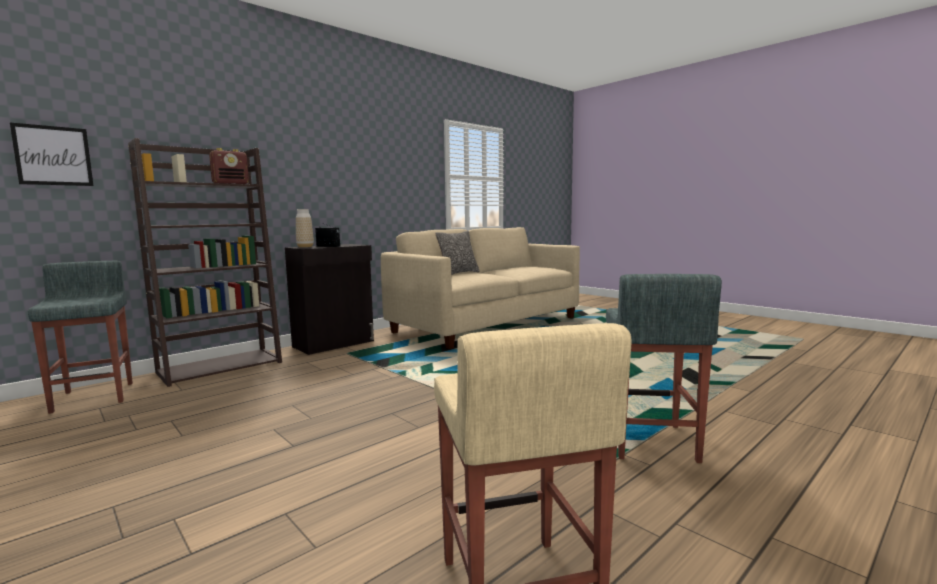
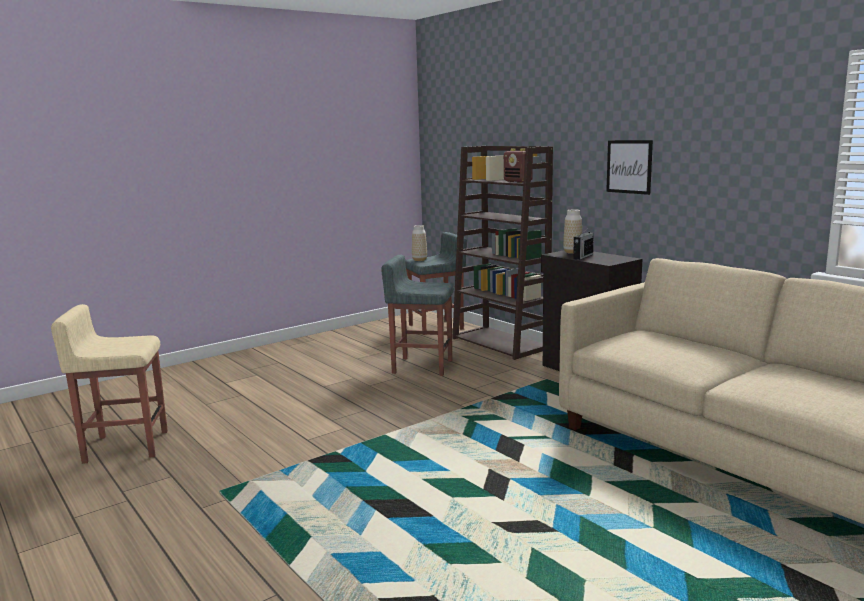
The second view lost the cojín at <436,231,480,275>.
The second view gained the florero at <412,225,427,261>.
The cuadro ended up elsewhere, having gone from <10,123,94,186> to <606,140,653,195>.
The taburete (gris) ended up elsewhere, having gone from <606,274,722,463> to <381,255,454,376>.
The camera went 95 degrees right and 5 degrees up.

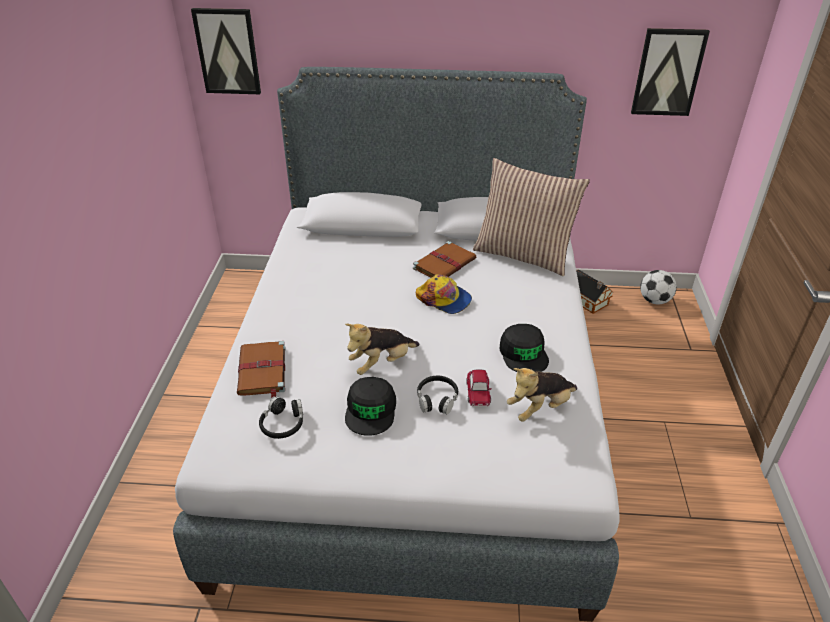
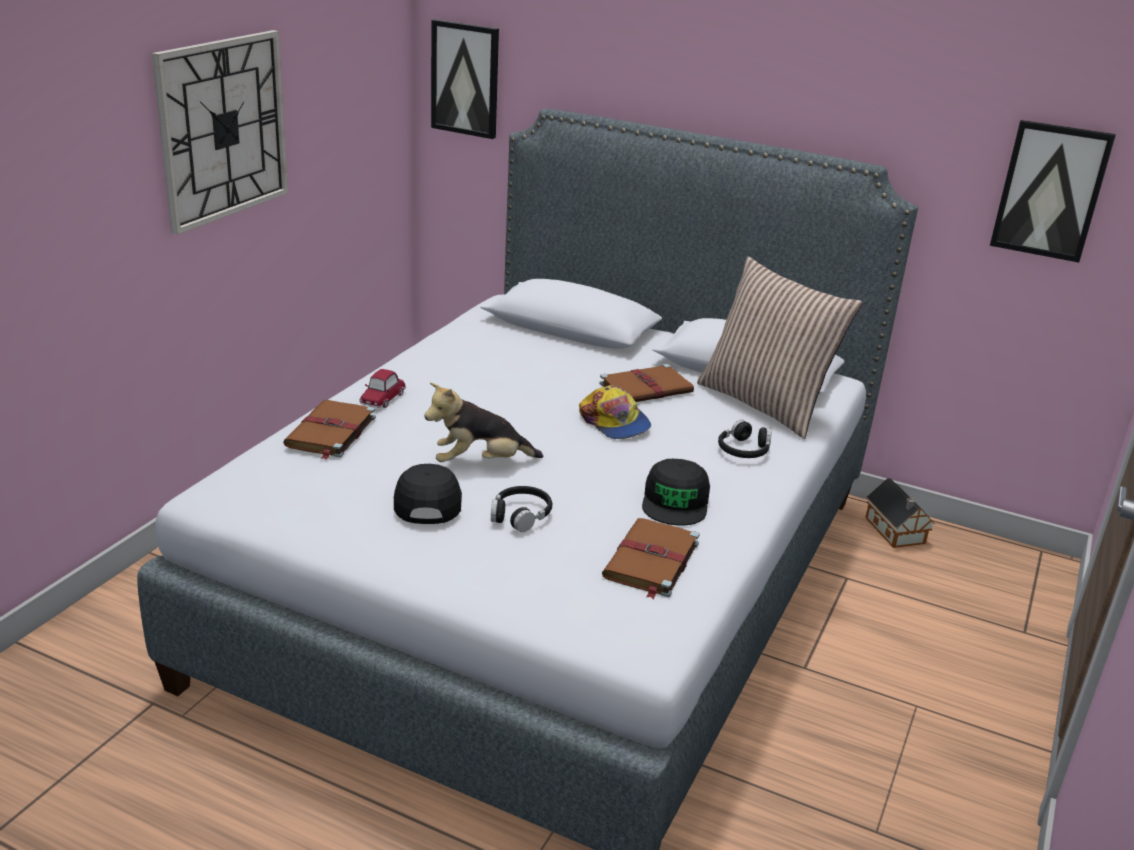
The second view lost the balón de fútbol at <640,270,677,304>.
The second view gained the reloj de pared at <152,30,288,235>.
The auriculares (negro) ended up elsewhere, having gone from <259,396,303,439> to <718,420,771,458>.
The coche de juguete ended up elsewhere, having gone from <466,369,492,407> to <360,369,406,408>.
Where the peluche stood at <507,368,577,422>, the libro (marrón) came to stand at <602,518,700,599>.
The gorra (negro) at <345,377,396,436> ended up facing another way, 150 degrees clockwise from before.
The camera went 20 degrees right and 10 degrees down.

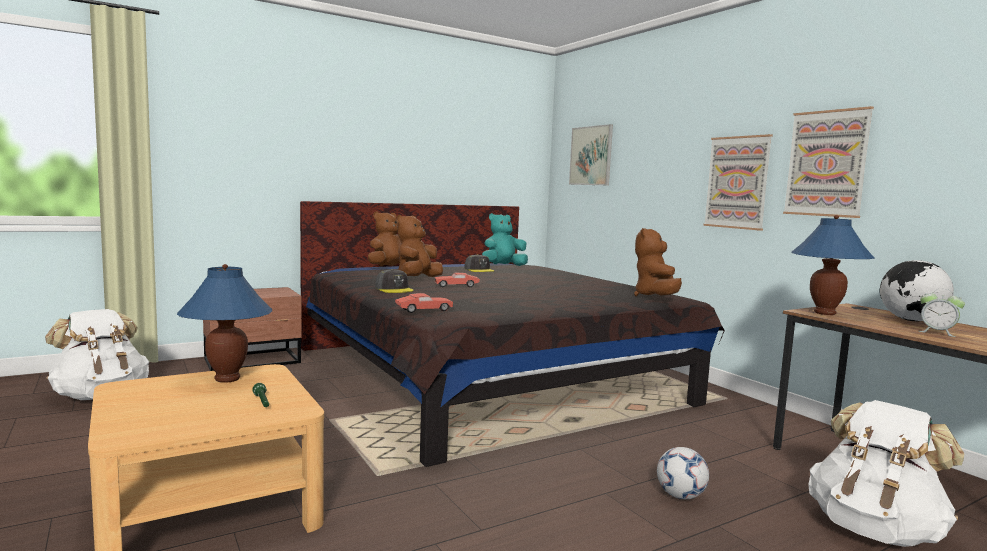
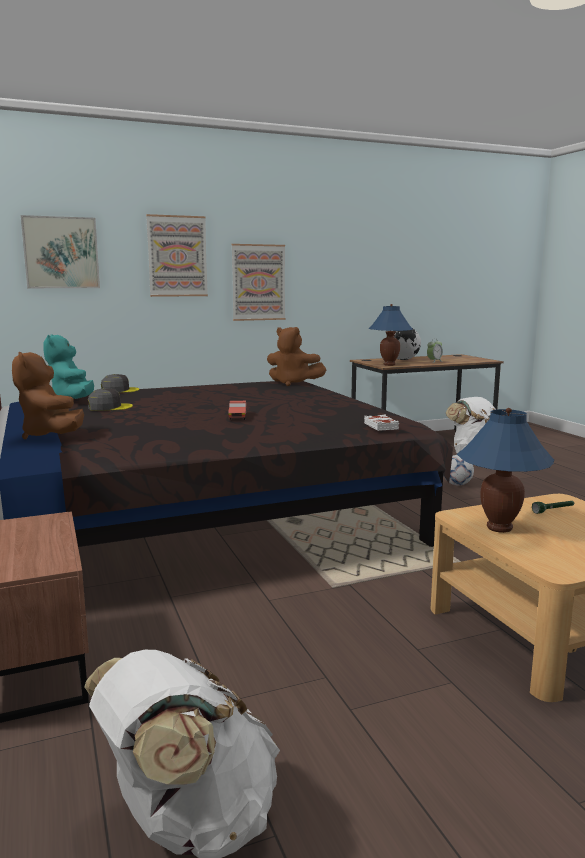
The second view lost the peluche (marrón) at <397,214,443,277>.
The gorra (gris) ended up elsewhere, having gone from <375,269,414,293> to <101,374,139,393>.
The cuadro ended up elsewhere, having gone from <783,106,874,218> to <146,214,208,297>.
Where the coche de juguete (rojo) stood at <395,293,453,313>, the libro (blanco) came to stand at <364,415,399,431>.
The camera went 80 degrees left and 5 degrees up.

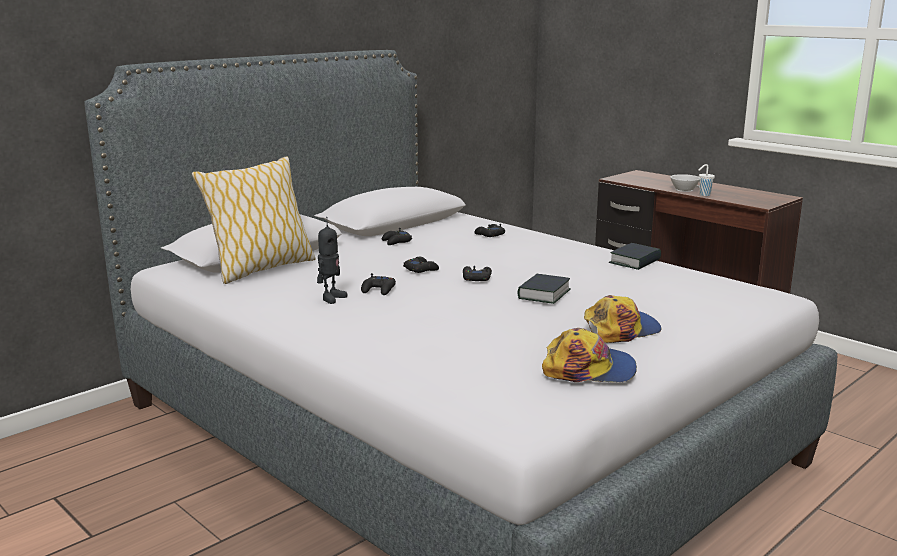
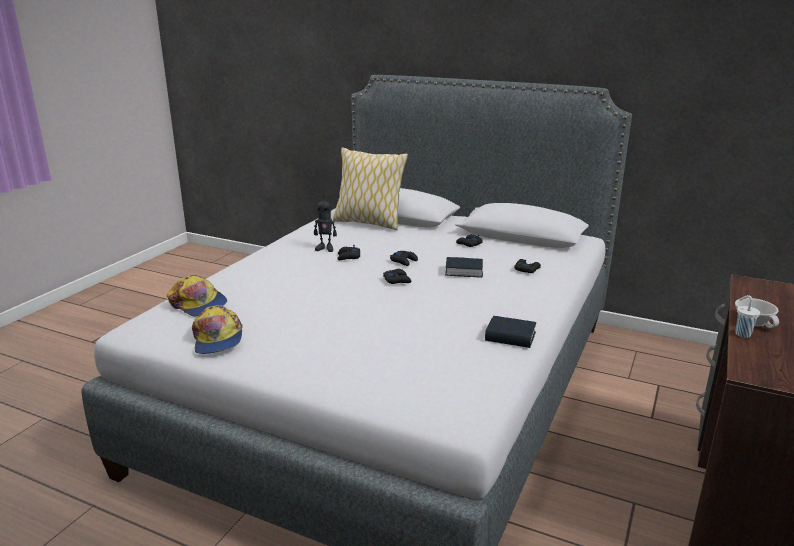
The libro ended up elsewhere, having gone from <518,274,571,304> to <445,257,483,278>.
The gorra ended up elsewhere, having gone from <584,295,662,343> to <167,275,227,317>.
The camera went 70 degrees right and 5 degrees up.

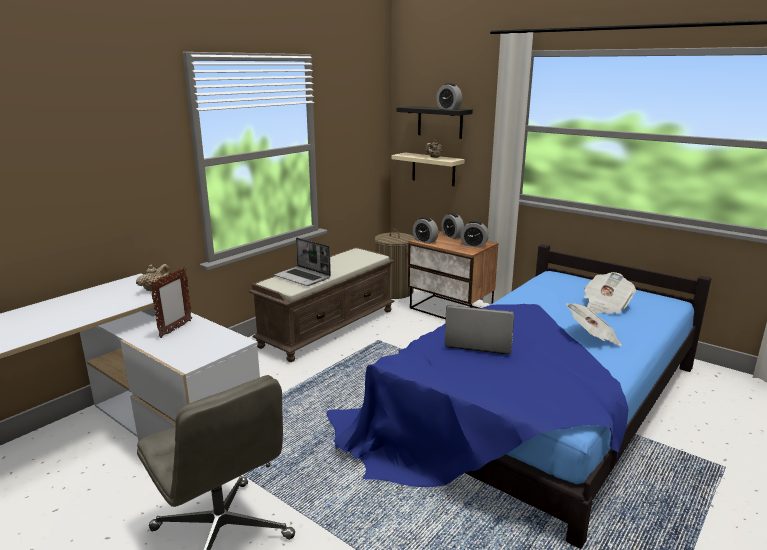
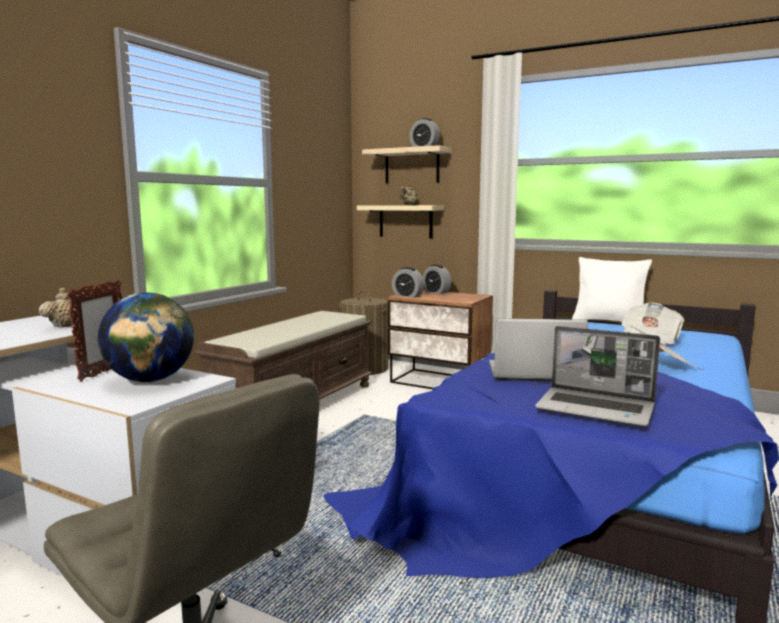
The second view lost the despertador at <460,221,489,248>.
The second view gained the globo terráqueo at <98,292,194,383>.
The second view gained the cojín (blanco) at <572,257,652,321>.
The portátil ended up elsewhere, having gone from <274,237,331,286> to <535,326,660,426>.
What was the estante (negro) at <397,106,473,139> turned into the estante (beis) at <362,145,451,184>.
The camera went 10 degrees left and 10 degrees down.

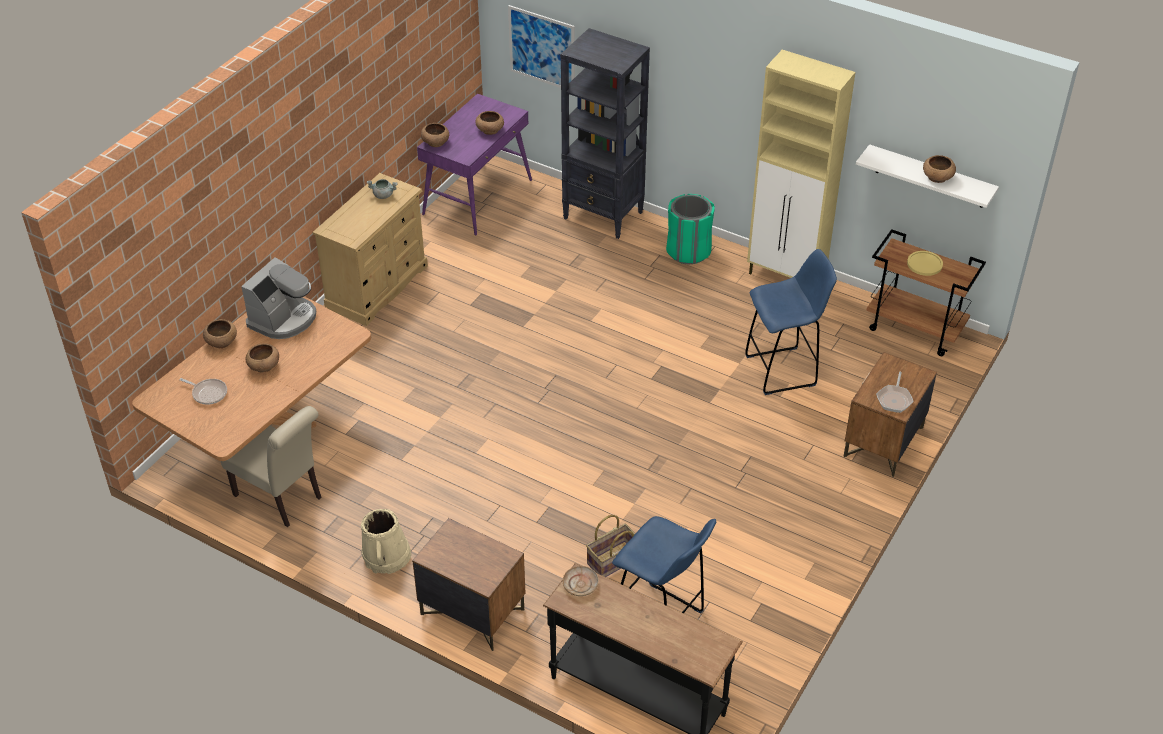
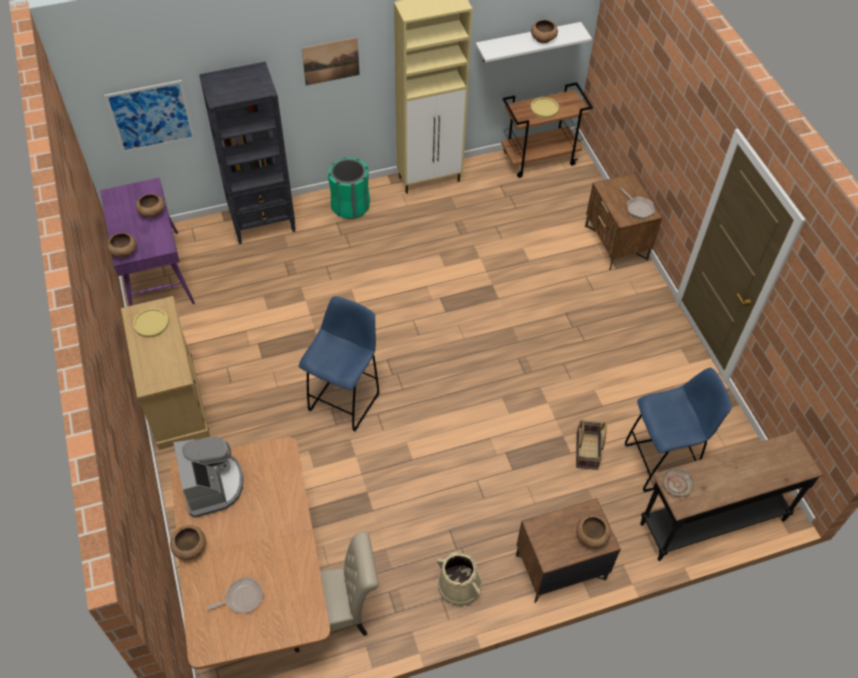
The second view gained the cuadro at <302,37,360,86>.
The cuenco (marrón) ended up elsewhere, having gone from <246,343,279,372> to <576,515,611,548>.
The taburete (azul) ended up elsewhere, having gone from <745,249,837,395> to <299,296,379,432>.
Where the olla (gris) stood at <367,179,398,199>, the plato (amarillo) came to stand at <133,308,169,337>.
The camera went 50 degrees left and 10 degrees up.

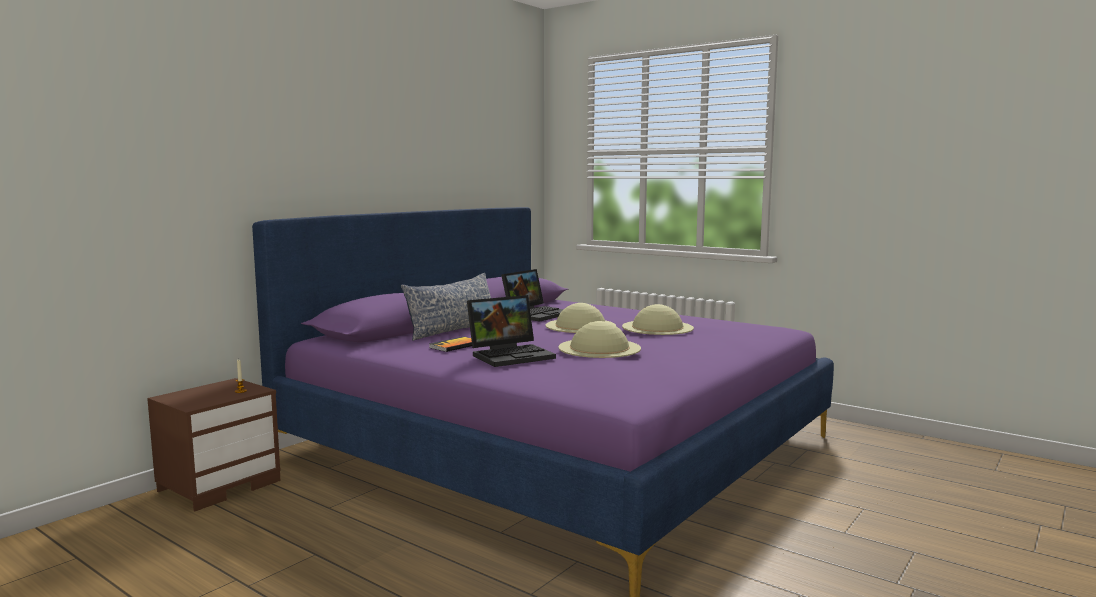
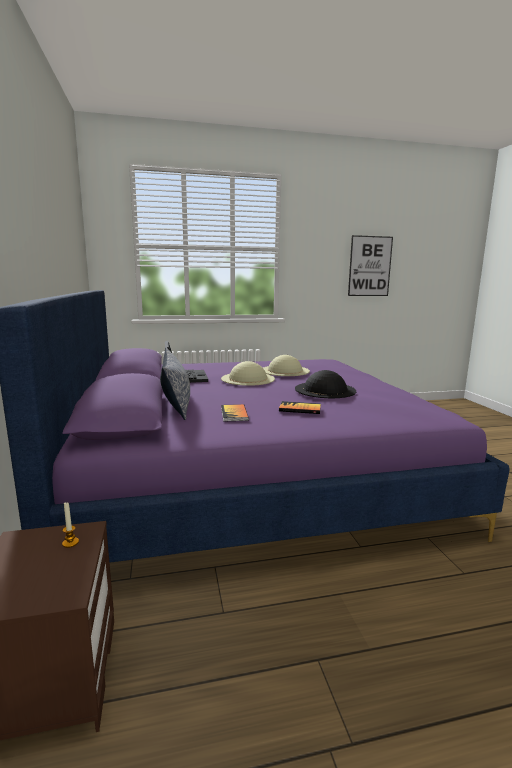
The second view gained the cuadro at <348,235,393,296>.
Where the portátil stood at <467,295,556,367>, the libro came to stand at <279,401,321,414>.
What was the sombrero (beis) at <558,321,641,358> turned into the sombrero (negro) at <295,370,356,398>.
The camera went 50 degrees left and 5 degrees up.

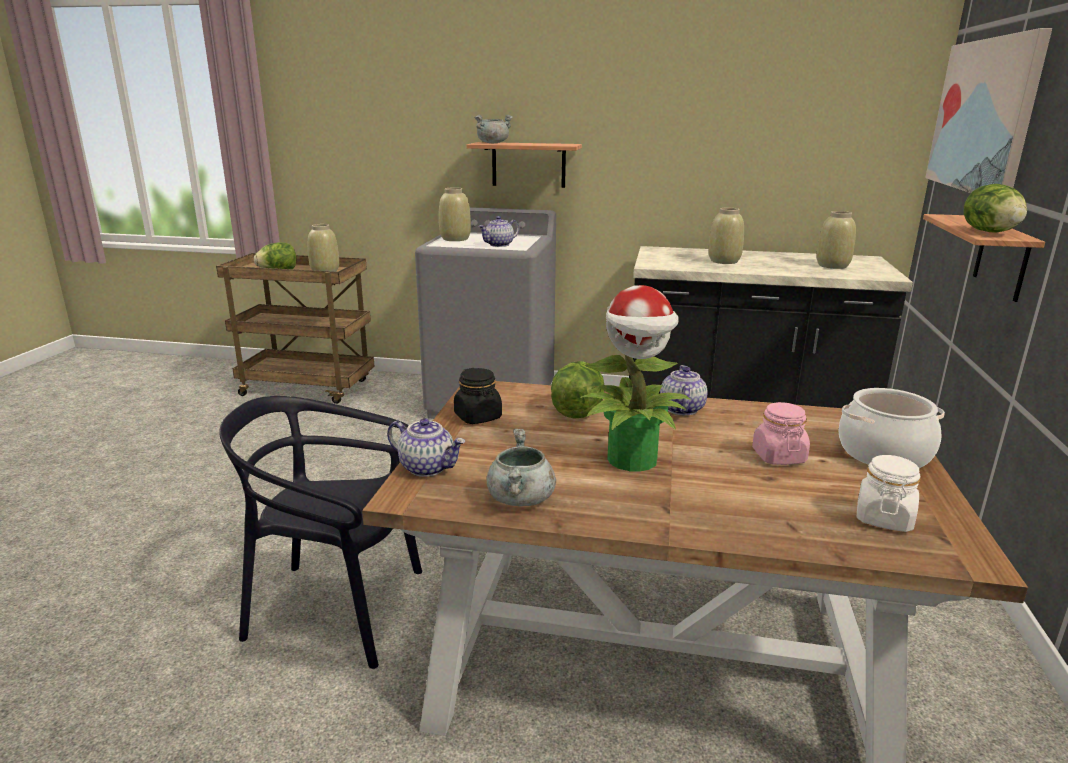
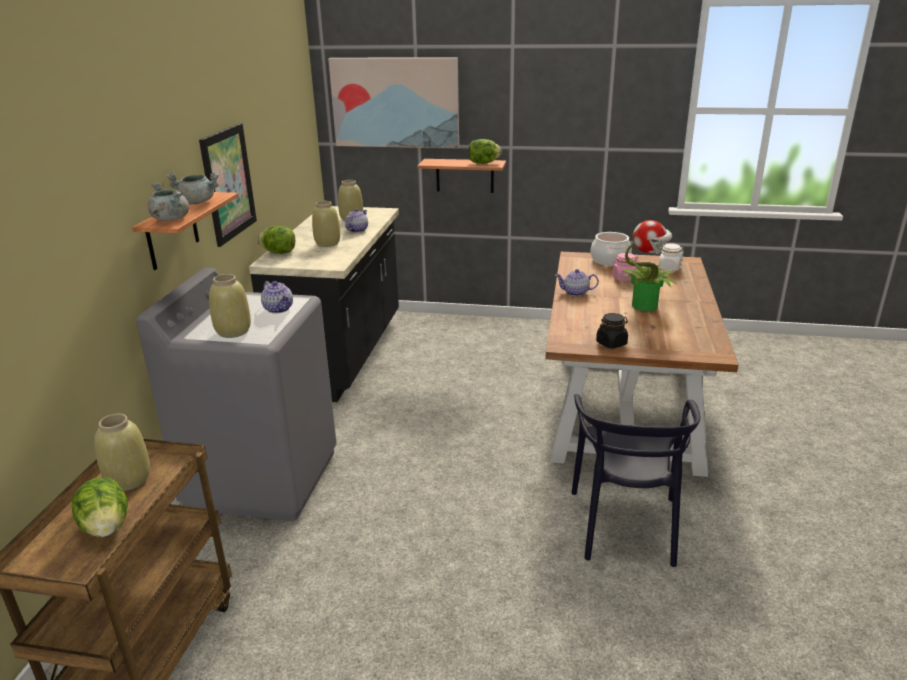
The second view gained the cuadro at <199,123,257,247>.
The tetera ended up elsewhere, having gone from <387,418,465,477> to <345,209,368,233>.
The olla (gris) ended up elsewhere, having gone from <487,429,556,506> to <166,173,219,204>.
The lechuga ended up elsewhere, having gone from <551,361,604,419> to <257,226,295,254>.
The camera went 90 degrees left and 5 degrees up.

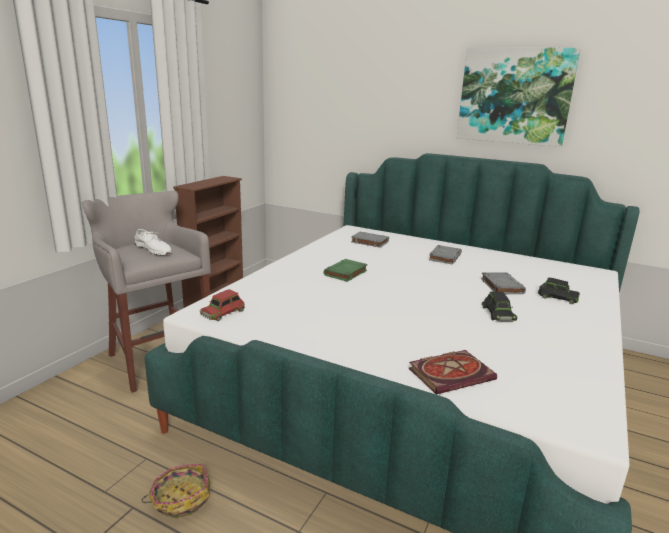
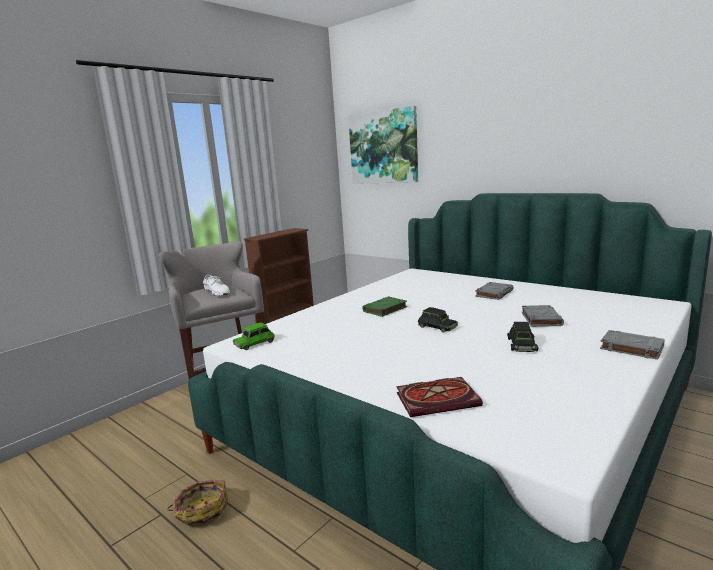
The libro (gris) ended up elsewhere, having gone from <351,232,389,248> to <600,330,665,360>.
The cuadro ended up elsewhere, having gone from <457,47,581,147> to <348,106,418,184>.
The coche de juguete (negro) ended up elsewhere, having gone from <538,278,580,304> to <418,307,458,333>.
What was the coche de juguete (rojo) at <200,289,245,321> turned into the coche de juguete (verde) at <233,322,275,350>.
The camera went 15 degrees right and 5 degrees down.

